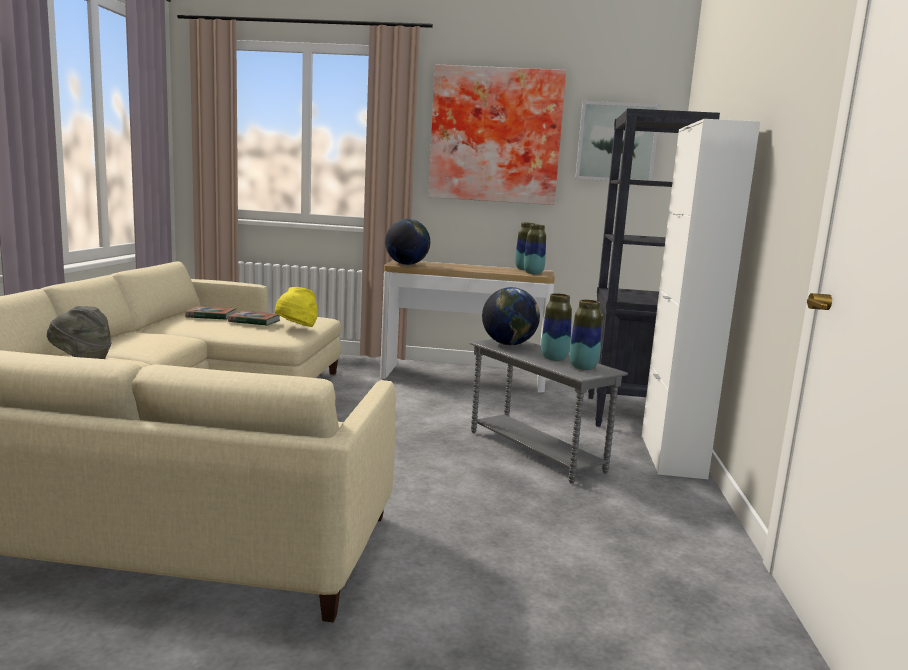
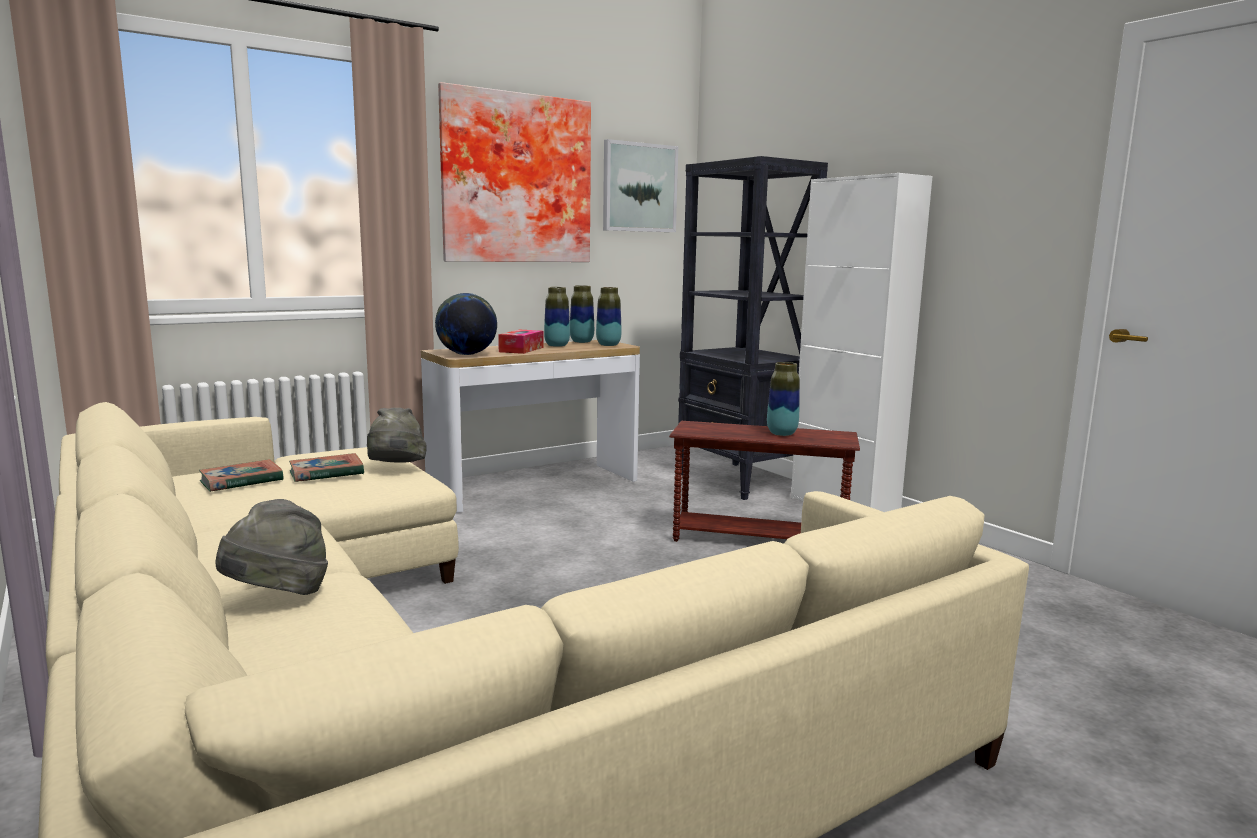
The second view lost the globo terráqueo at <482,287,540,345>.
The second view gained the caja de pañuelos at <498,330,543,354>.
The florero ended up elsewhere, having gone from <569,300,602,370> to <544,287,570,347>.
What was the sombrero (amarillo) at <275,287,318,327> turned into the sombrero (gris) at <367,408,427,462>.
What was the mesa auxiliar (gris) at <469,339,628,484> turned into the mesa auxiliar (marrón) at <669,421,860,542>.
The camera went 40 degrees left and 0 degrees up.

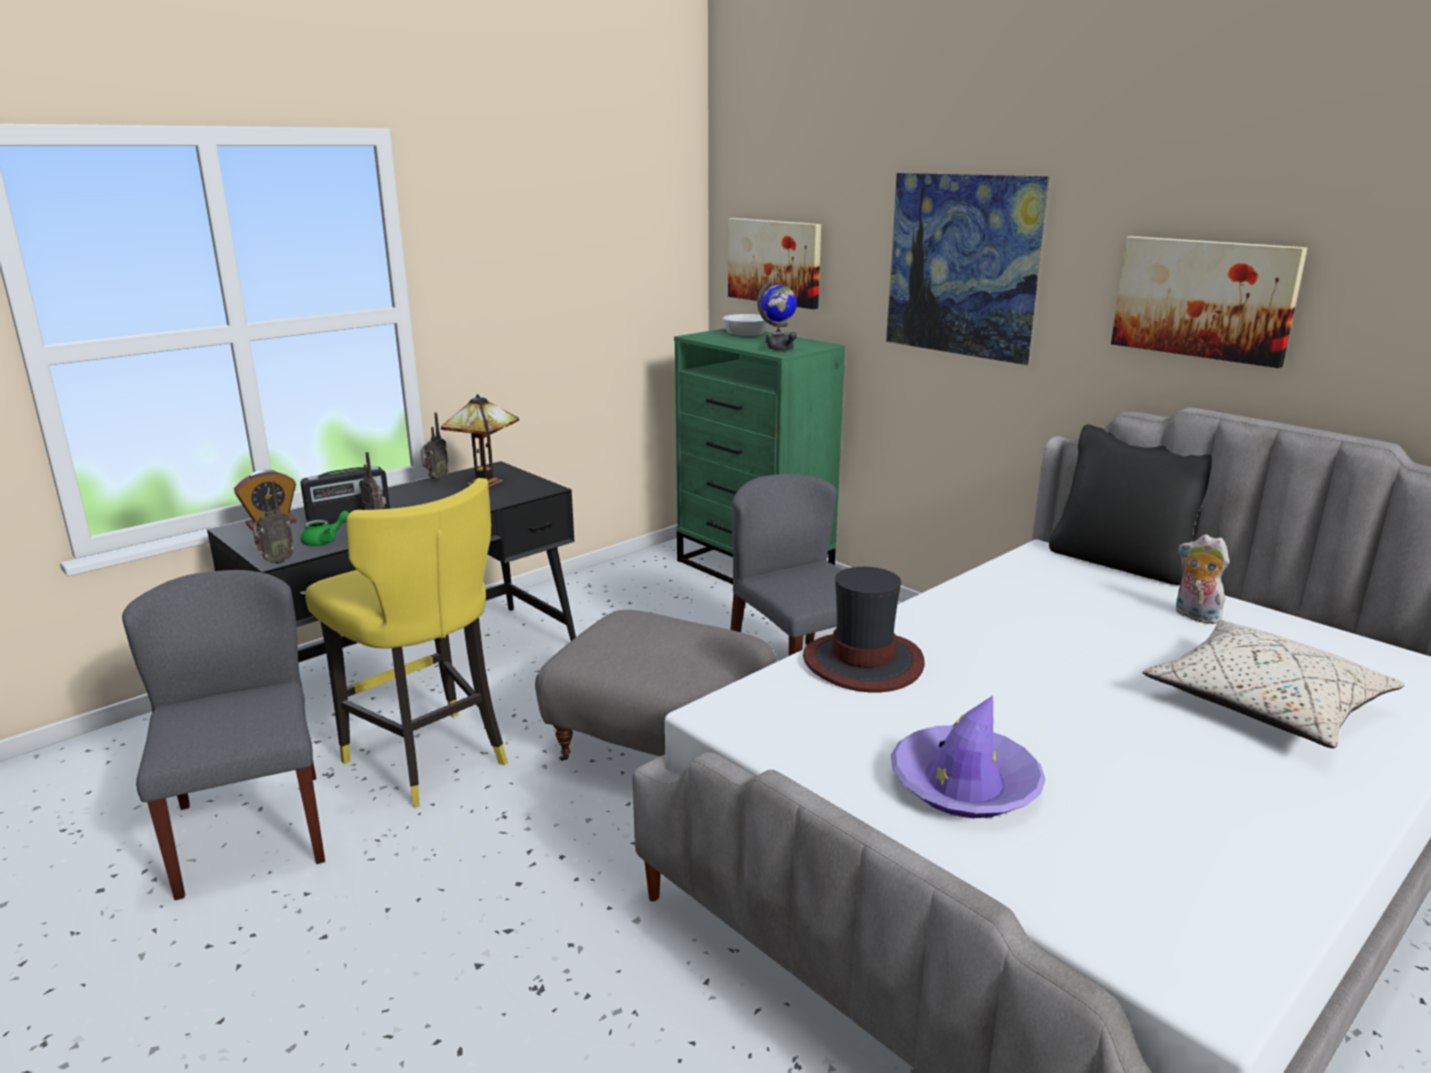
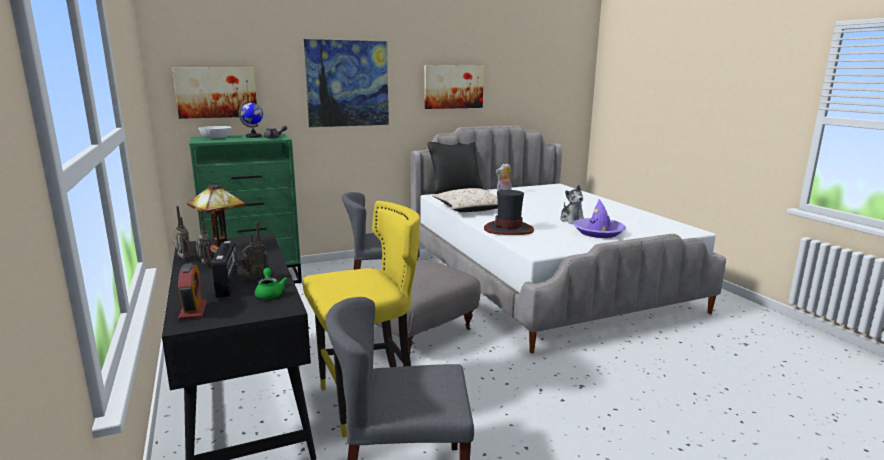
The second view gained the peluche at <560,185,584,224>.
The radio ended up elsewhere, having gone from <252,481,294,564> to <196,210,212,266>.
The cojín (beis) ended up elsewhere, having gone from <1143,620,1404,748> to <432,188,498,212>.
The camera went 70 degrees left and 5 degrees down.

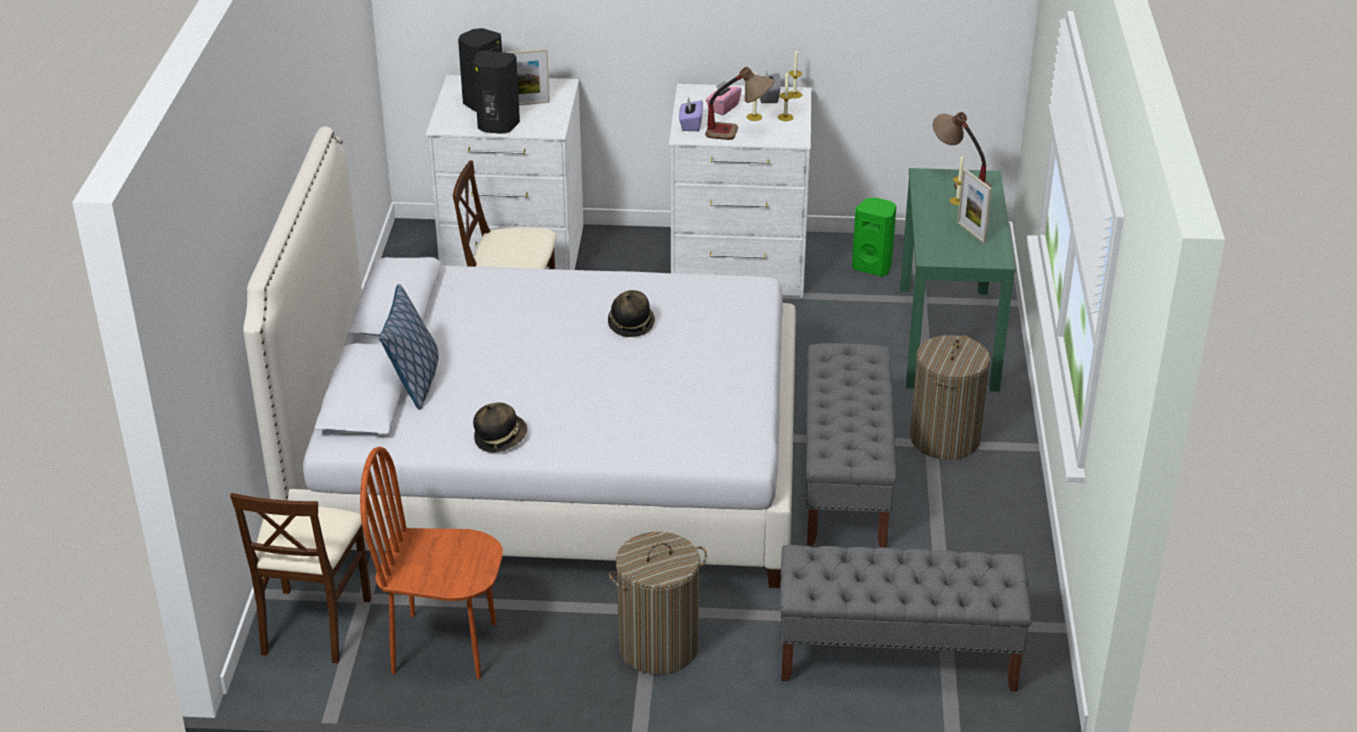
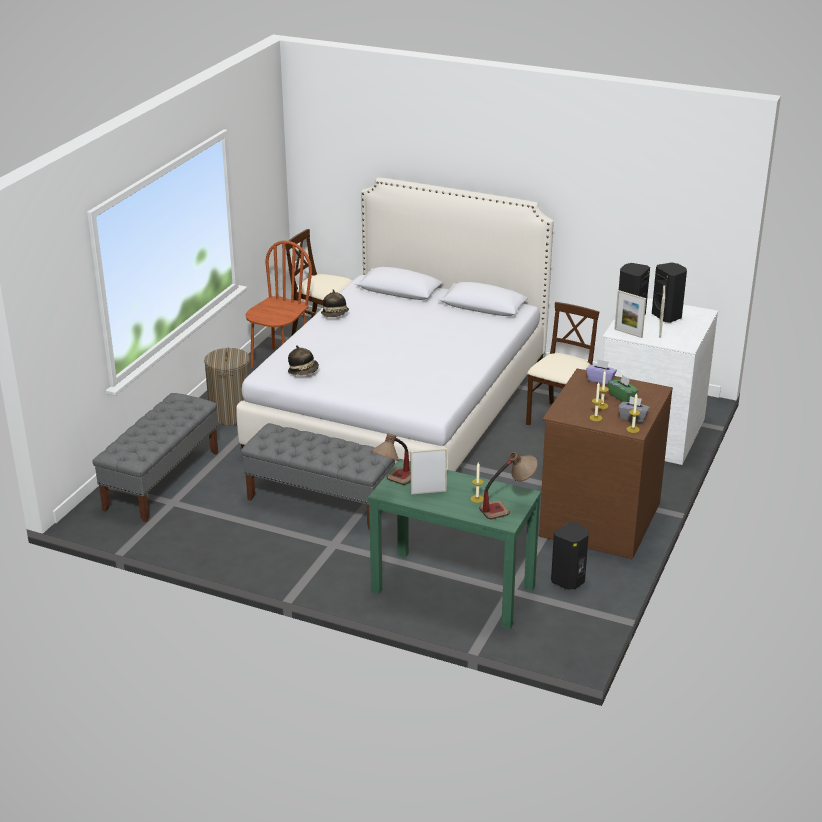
The second view lost the cojín at <379,284,439,410>.
The second view lost the cesto de la ropa at <910,335,990,460>.
The second view gained the portarretratos at <614,290,646,338>.
The sombrero ended up elsewhere, having gone from <608,290,655,337> to <288,345,319,376>.
The lámpara de mesa ended up elsewhere, having gone from <705,67,774,140> to <371,433,411,485>.
What was the cómoda (blanco) at <669,84,811,298> turned into the cómoda (marrón) at <539,368,673,559>.
What was the caja de pañuelos (rosa) at <706,81,742,115> turned into the caja de pañuelos (verde) at <608,375,639,402>.
What was the altavoz (verde) at <852,198,897,276> turned into the altavoz (negro) at <551,522,589,590>.
The camera went 110 degrees right and 5 degrees down.

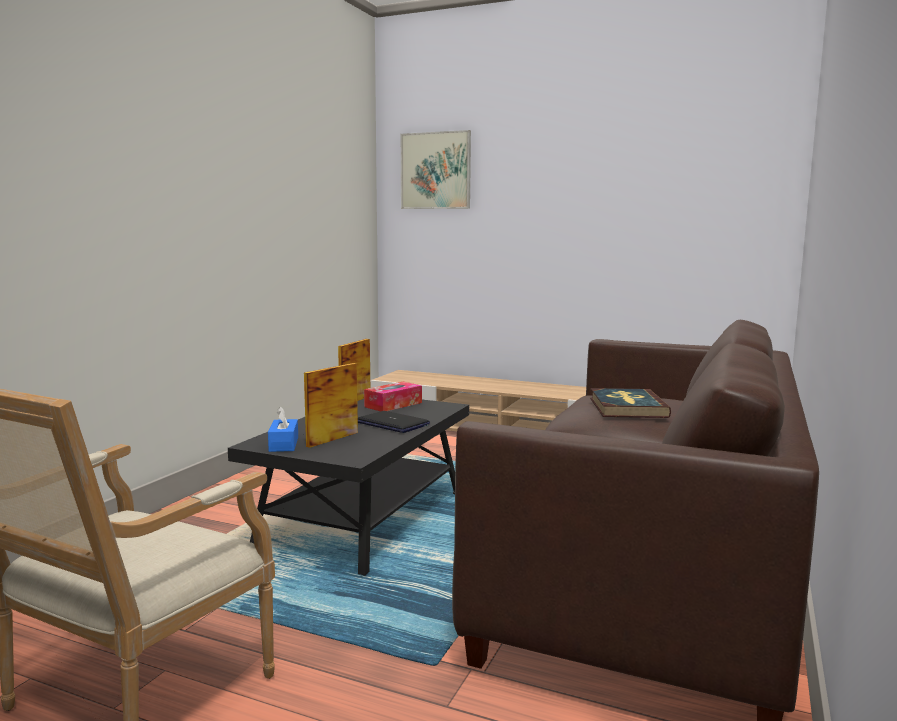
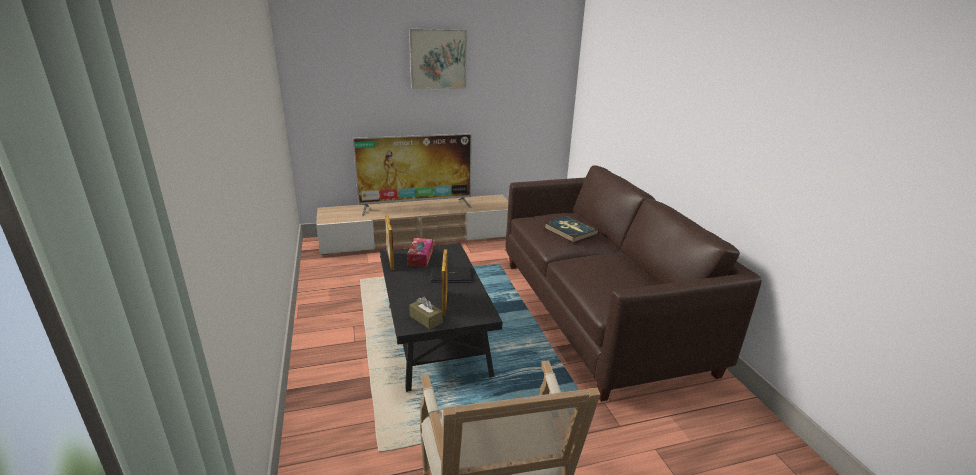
The second view gained the televisor at <353,133,472,216>.
The cuadro ended up elsewhere, having gone from <401,130,471,209> to <409,29,467,89>.
What was the caja de pañuelos (azul) at <268,406,298,452> turned into the caja de pañuelos (marrón) at <409,296,443,329>.
The camera went 40 degrees left and 15 degrees up.

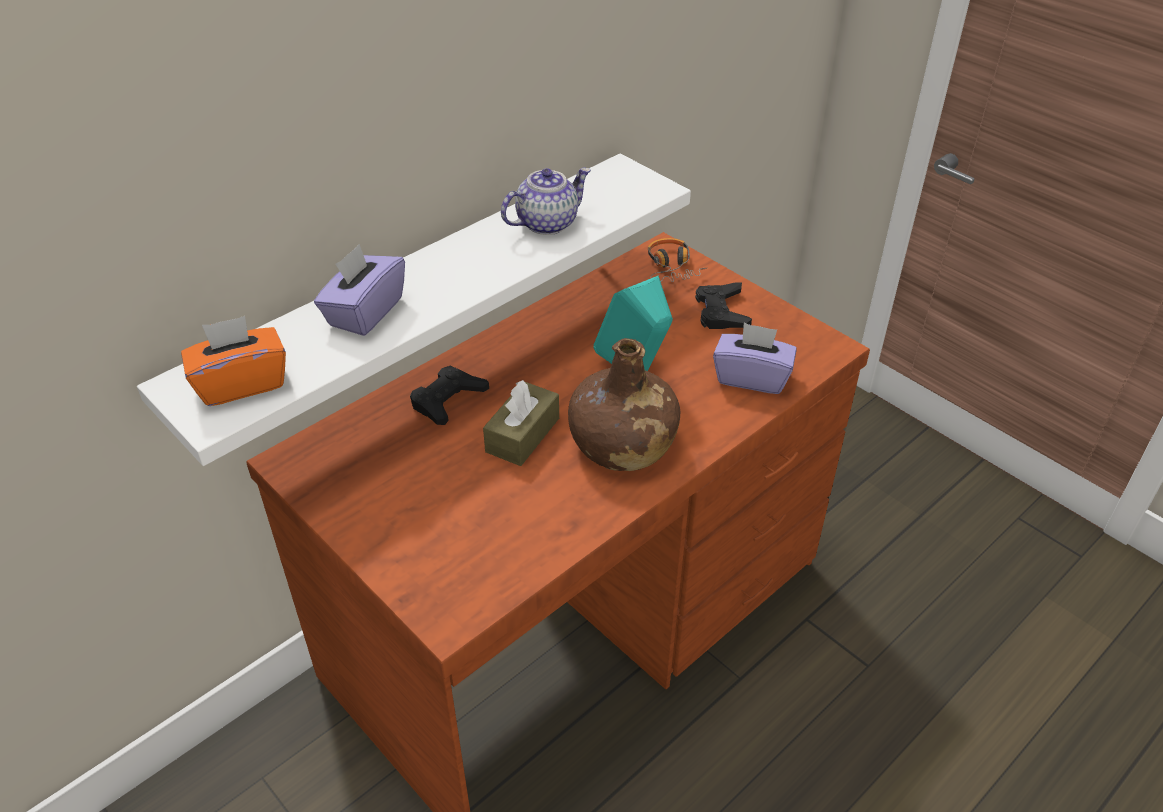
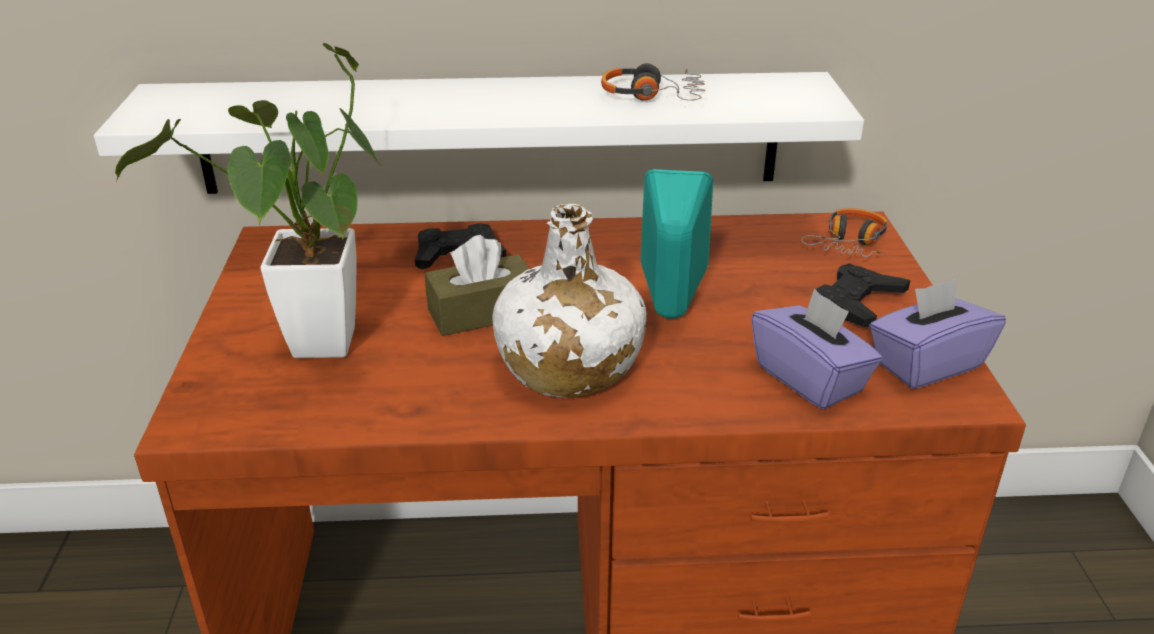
The second view lost the caja de pañuelos (naranja) at <181,316,286,406>.
The second view gained the planta en maceta at <115,43,381,358>.
The caja de pañuelos (morado) ended up elsewhere, having gone from <314,244,405,336> to <869,279,1006,389>.
Where the tetera stood at <501,168,591,235>, the auriculares came to stand at <601,63,706,101>.
What was the botella (marrón) at <568,338,680,471> turned into the botella (blanco) at <493,204,646,398>.
The camera went 40 degrees right and 10 degrees down.

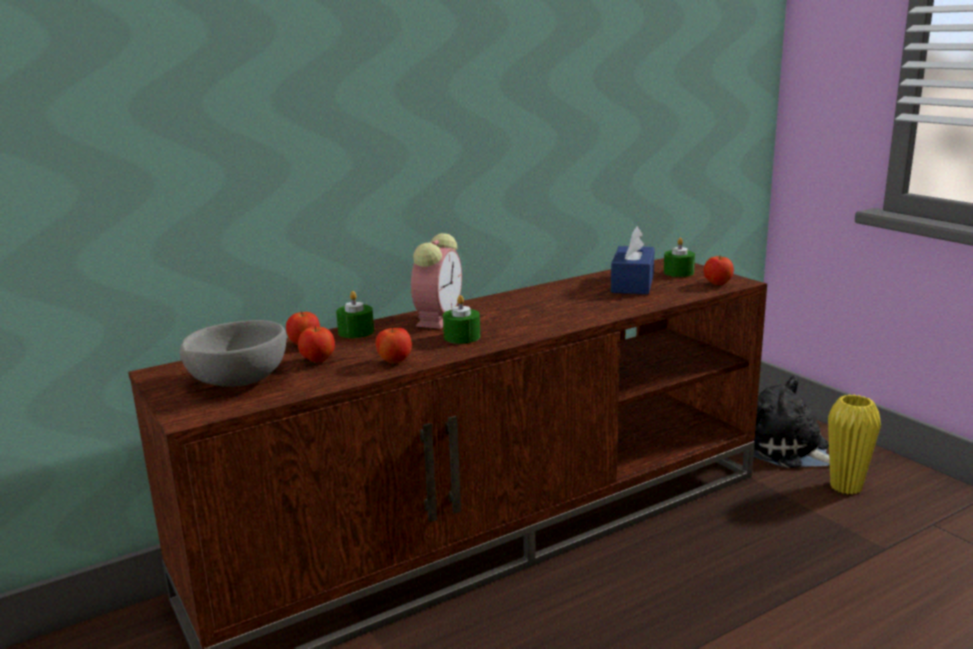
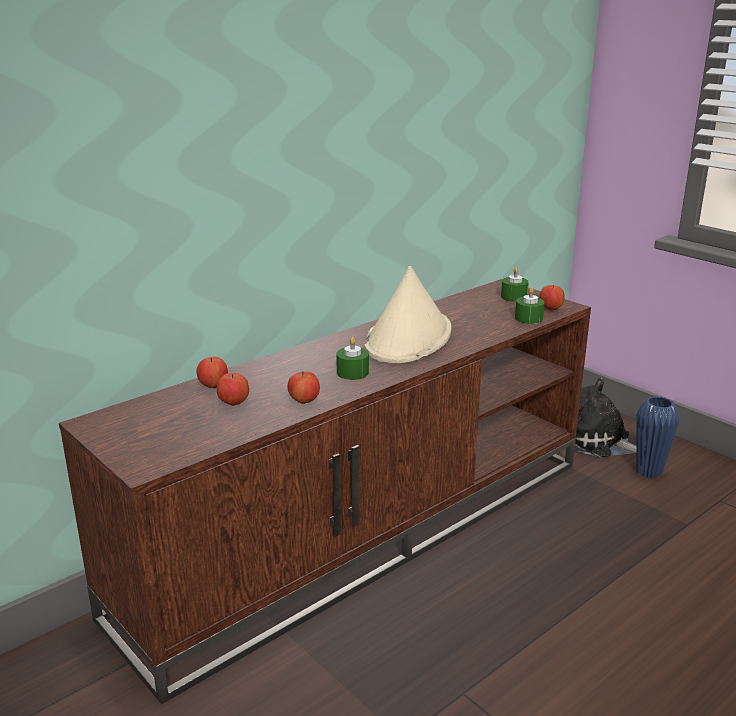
The second view lost the cuenco (gris) at <180,320,286,386>.
The second view lost the despertador at <411,233,462,329>.
The second view lost the caja de pañuelos (azul) at <611,226,655,294>.
The second view gained the sombrero (beis) at <364,266,451,363>.
The vela (verde) ended up elsewhere, having gone from <336,291,374,338> to <515,287,545,324>.
What was the florero (amarillo) at <828,395,881,495> turned into the florero (azul) at <636,396,679,478>.
The camera went 10 degrees left and 5 degrees up.

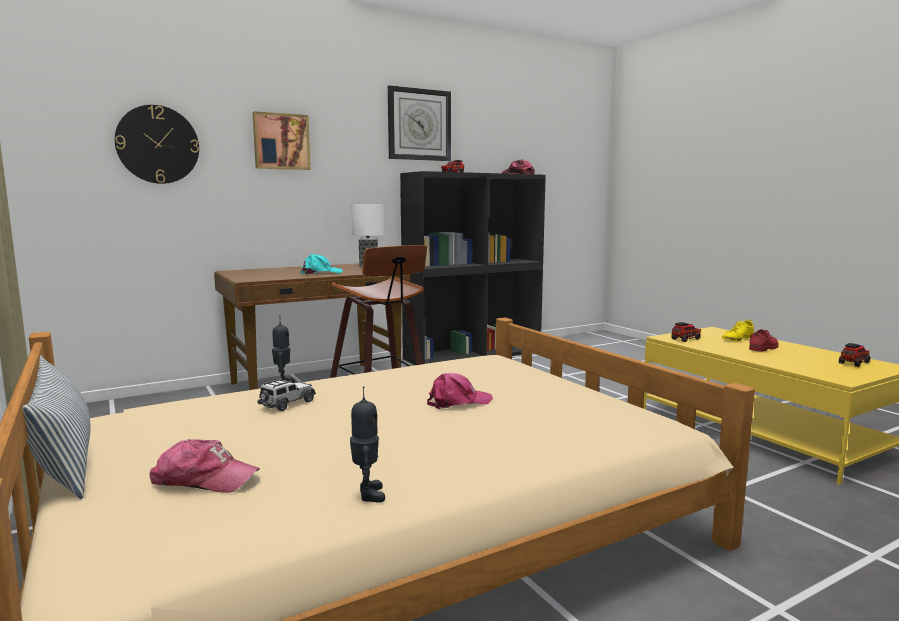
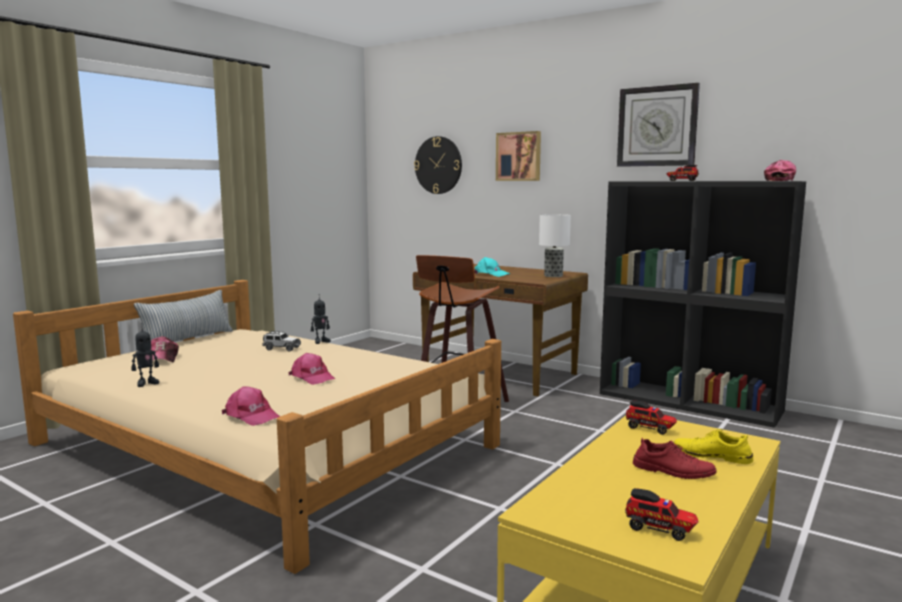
The second view gained the gorra (rosa) at <222,386,280,426>.
The camera went 65 degrees right and 0 degrees up.

